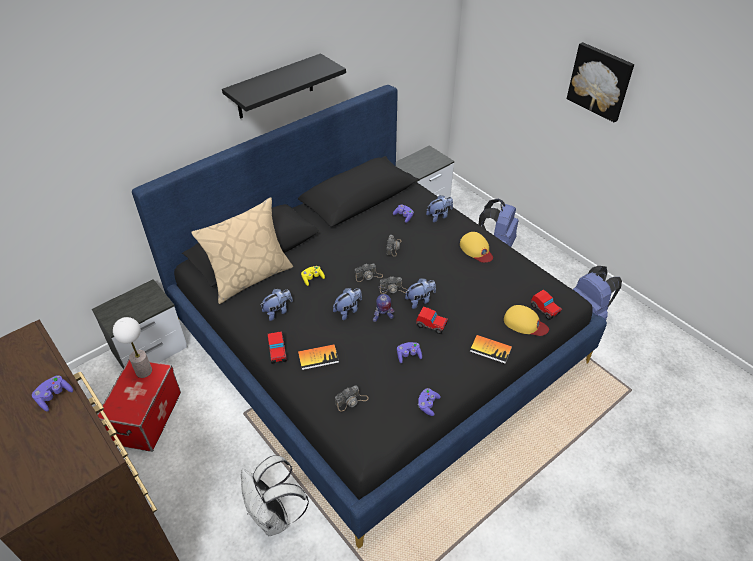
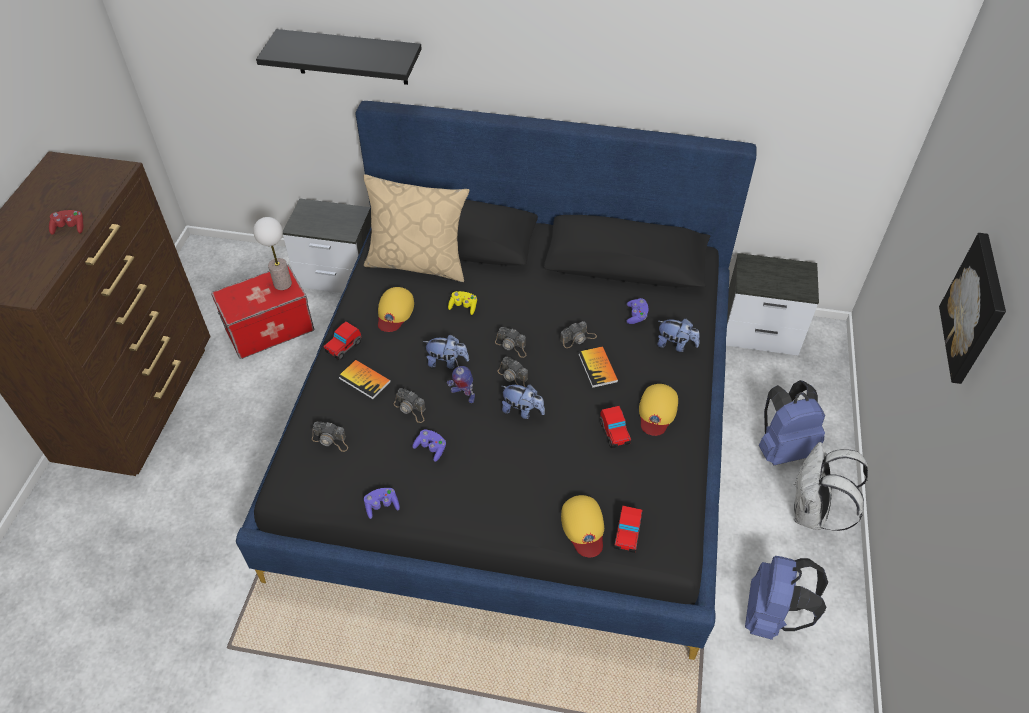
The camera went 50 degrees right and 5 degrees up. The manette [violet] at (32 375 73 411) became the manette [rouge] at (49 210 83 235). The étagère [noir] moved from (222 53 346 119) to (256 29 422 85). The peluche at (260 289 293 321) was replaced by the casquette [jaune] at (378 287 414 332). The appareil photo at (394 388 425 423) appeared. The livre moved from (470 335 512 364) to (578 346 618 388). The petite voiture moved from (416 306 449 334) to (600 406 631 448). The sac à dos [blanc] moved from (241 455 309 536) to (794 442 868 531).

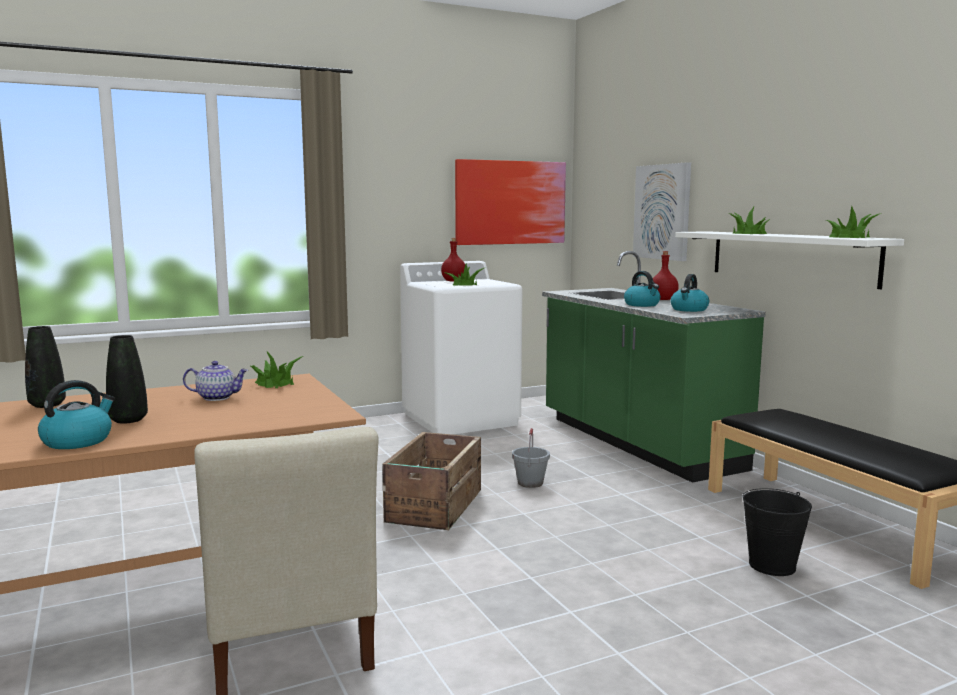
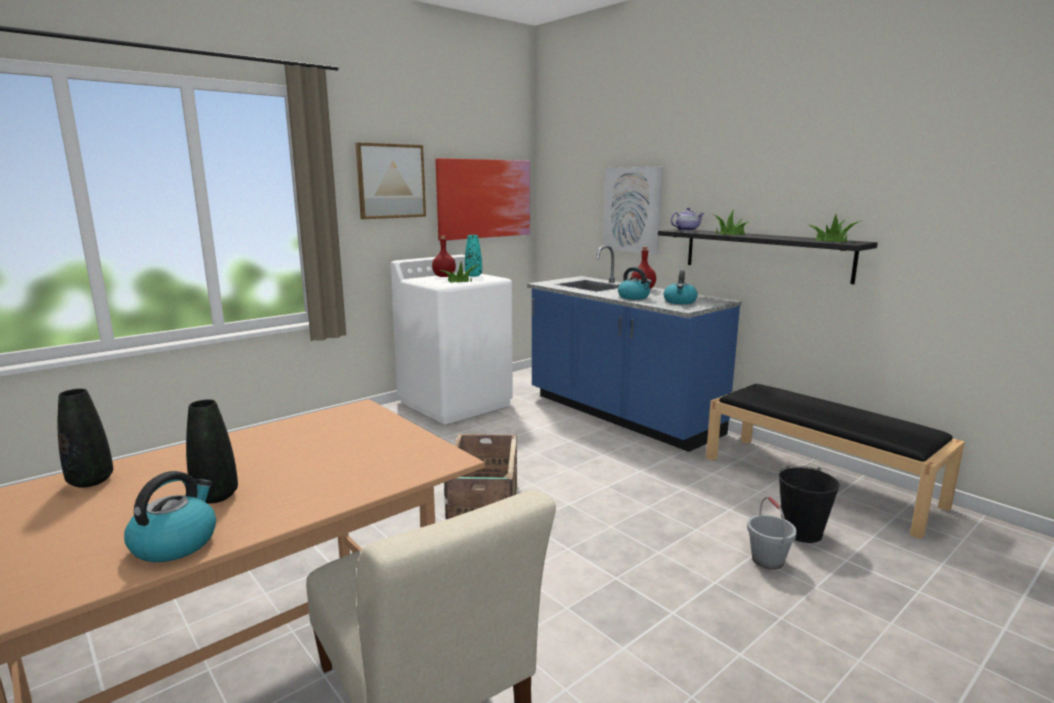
The camera went 15 degrees left and 5 degrees up. The tableau at (355 143 426 219) appeared. The vase [turquoise] at (465 235 482 277) appeared. The comptoir de cuisine [vert] at (542 251 766 483) became the comptoir de cuisine [bleu] at (527 245 742 452). The étagère [blanc] at (675 231 904 289) became the étagère [noir] at (658 229 878 284). The théière moved from (183 361 248 401) to (671 207 705 231). The seau [gris] moved from (512 428 550 488) to (747 497 797 570). The plante en pot at (249 352 303 388) disappeared.

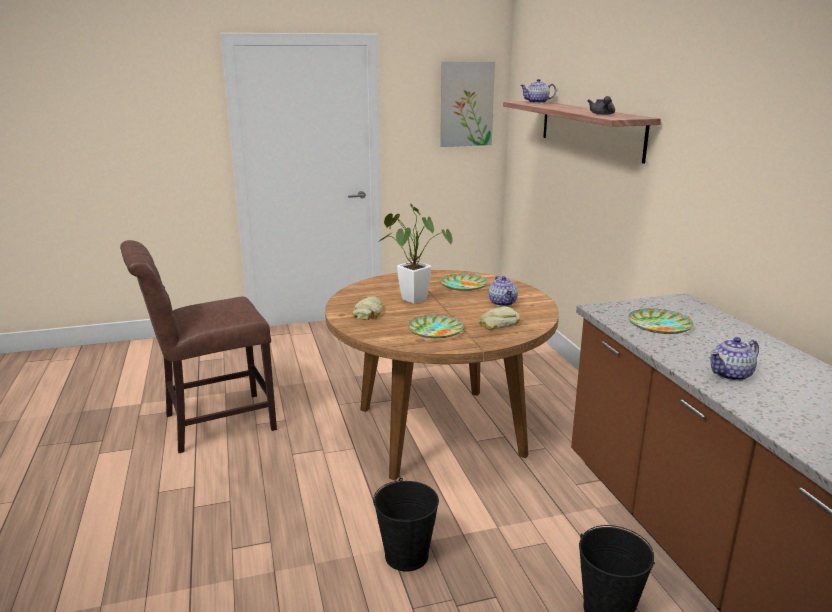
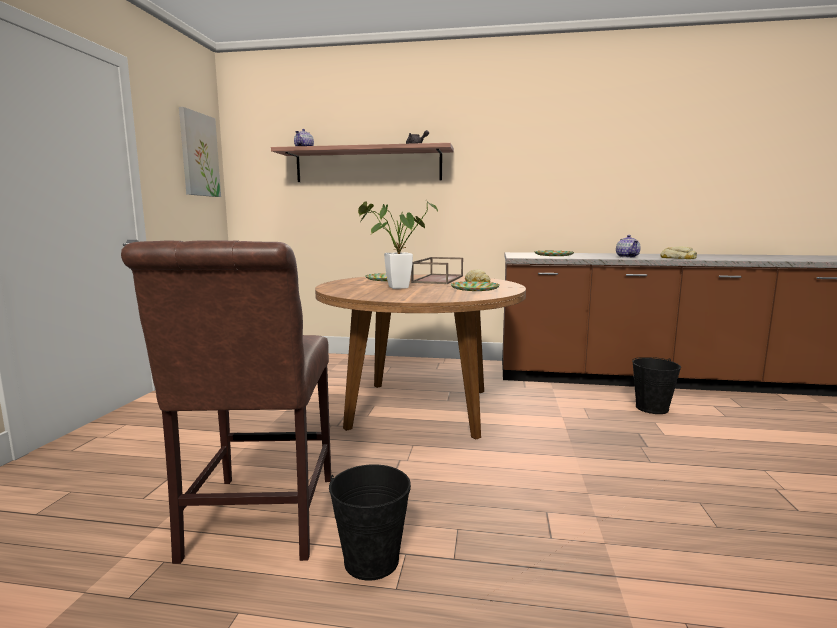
The camera went 65 degrees left and 10 degrees down. The seau [noir] moved from (373 478 439 571) to (329 464 411 581). The théière at (488 276 518 307) was replaced by the plateau [marron] at (411 257 463 284). The pain moved from (352 296 383 320) to (660 246 697 259).

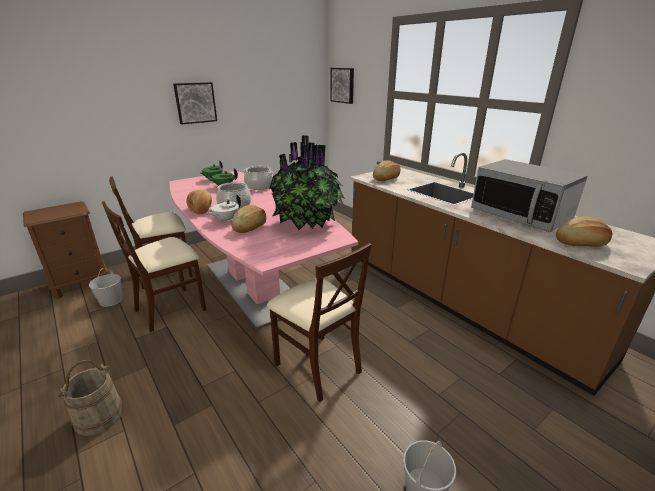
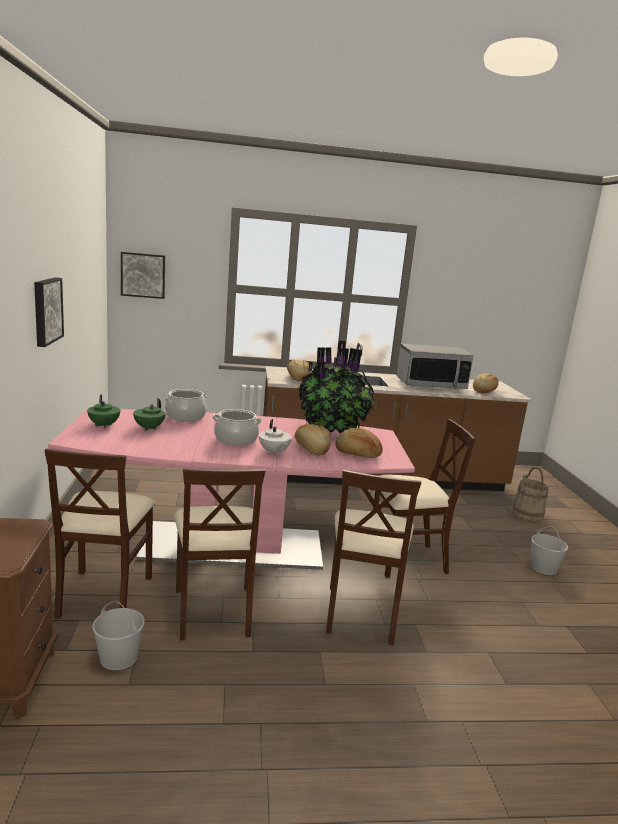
The camera went 60 degrees left and 10 degrees down. The chaise [beige] at (326 470 421 645) appeared. The pain moved from (186 189 212 214) to (335 428 383 458). The seau [beige] moved from (57 360 123 436) to (512 467 549 521).

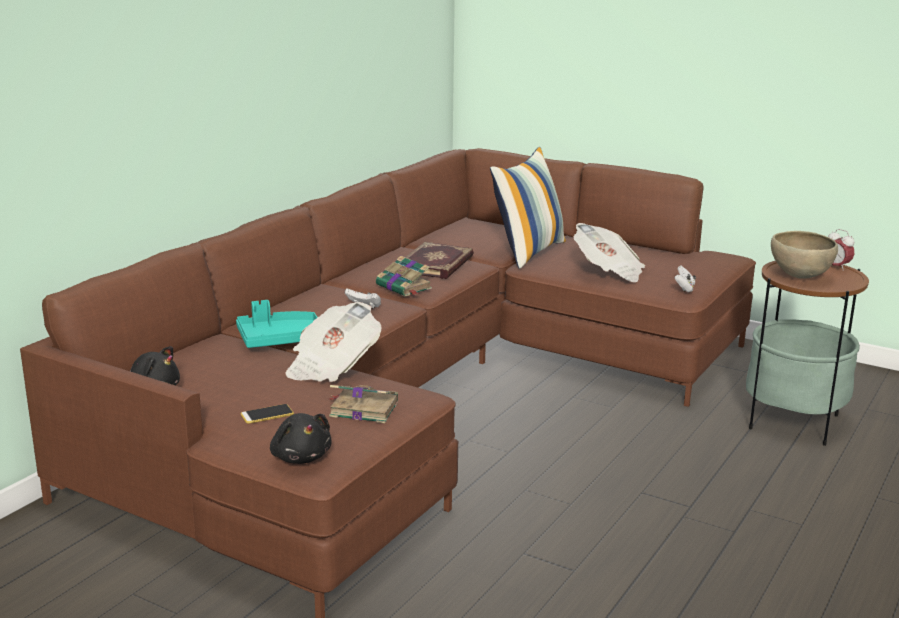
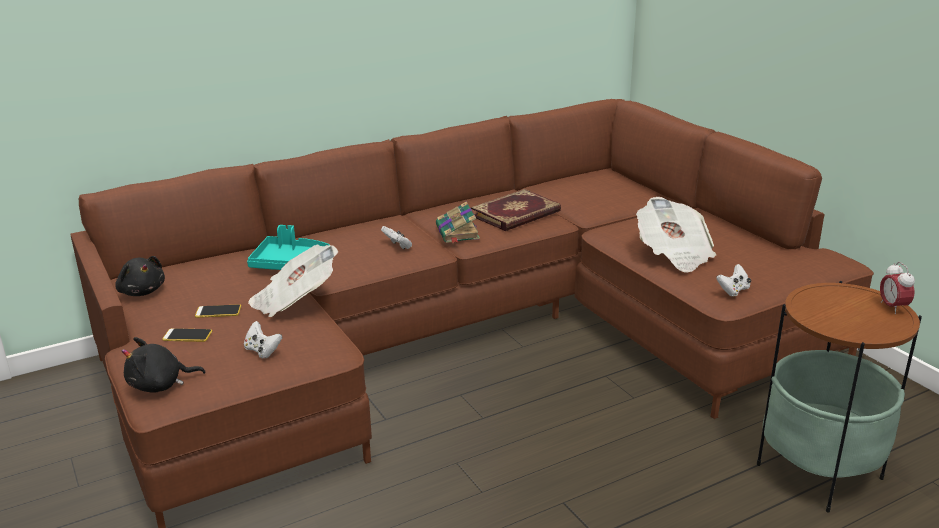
The camera went 30 degrees right and 5 degrees up. The peluche [noir] at (270 413 332 464) turned 75 degrees clockwise. The téléphone at (195 304 241 318) appeared. The livre at (329 385 398 423) was replaced by the manette [blanc] at (244 321 282 358). The coussin at (490 147 566 269) disappeared. The bol [marron] at (771 231 838 279) disappeared.

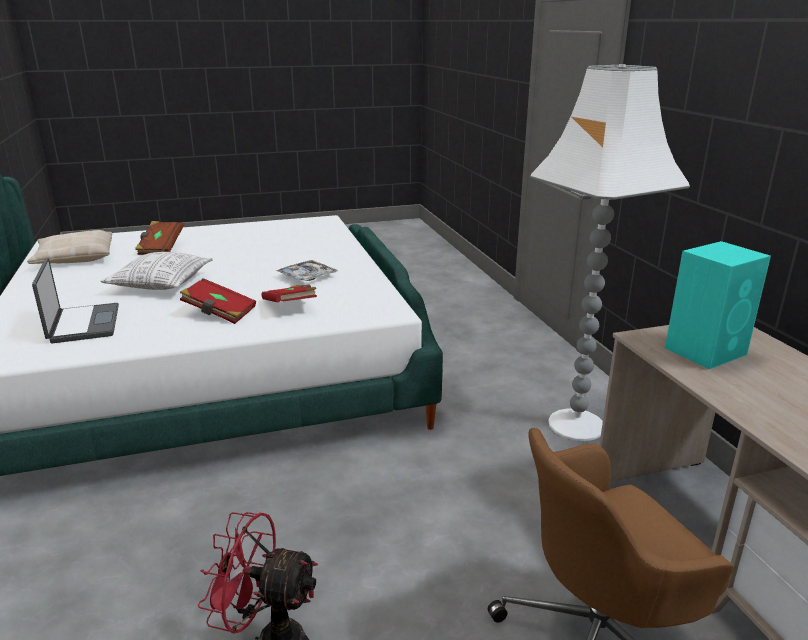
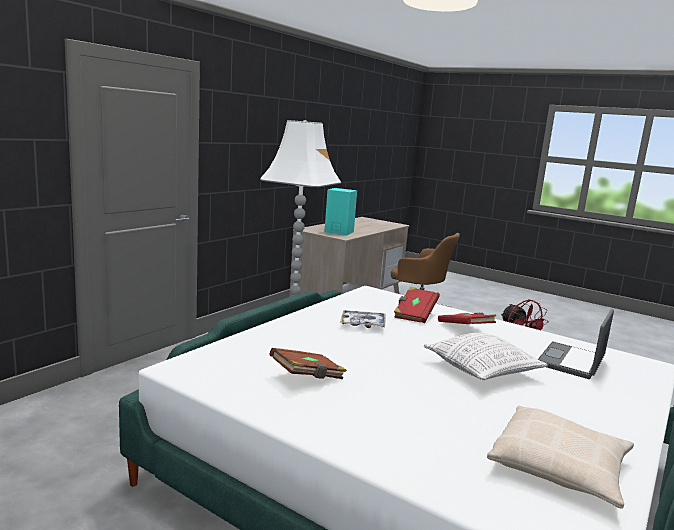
The camera went 130 degrees left and 10 degrees down. The livre [marron] moved from (135 221 184 255) to (270 348 347 379).

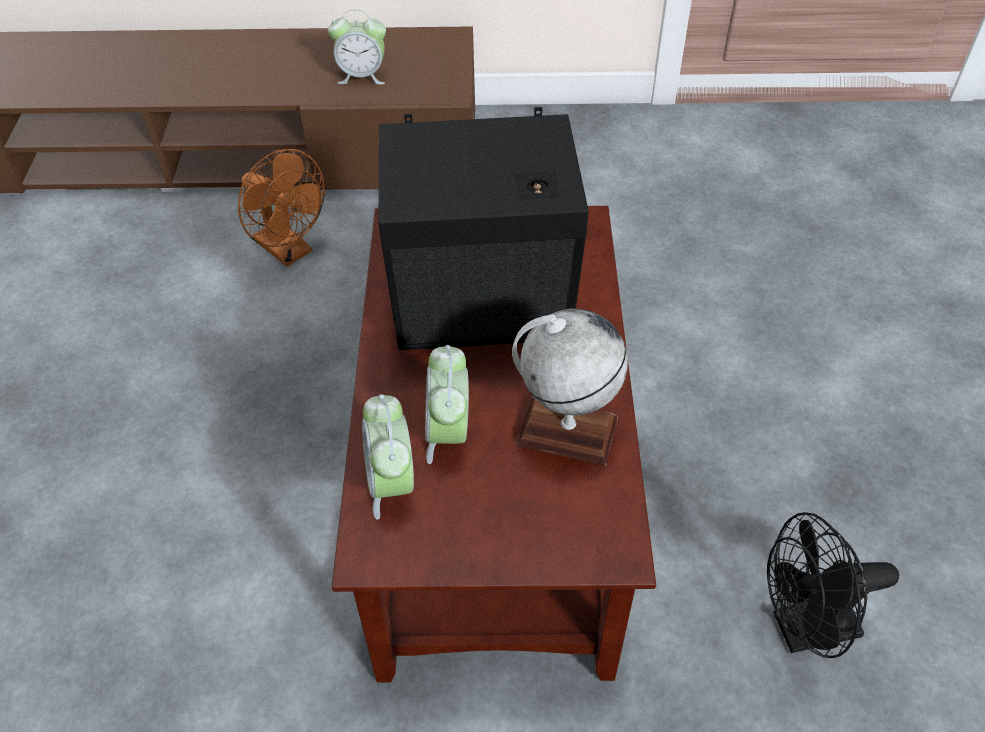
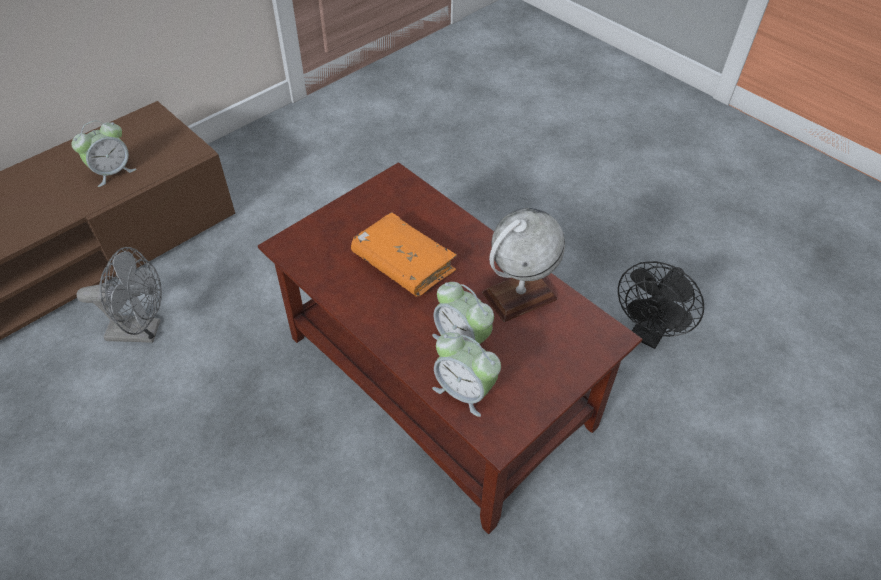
The camera went 45 degrees left and 0 degrees up. The ventilateur [orange] at (238 149 325 267) became the ventilateur [gris] at (76 247 162 343). The enceinte [noir] at (379 107 589 351) was replaced by the livre [orange] at (351 212 457 296).

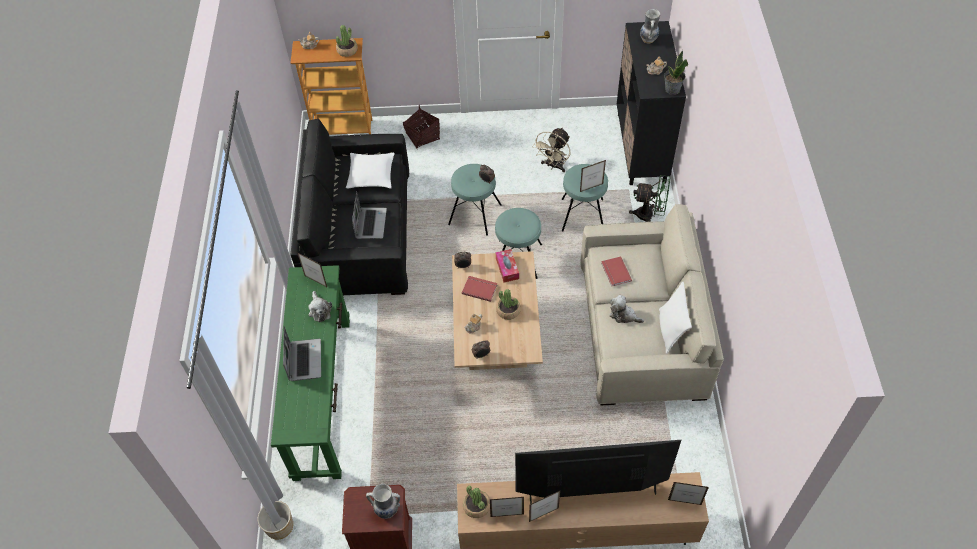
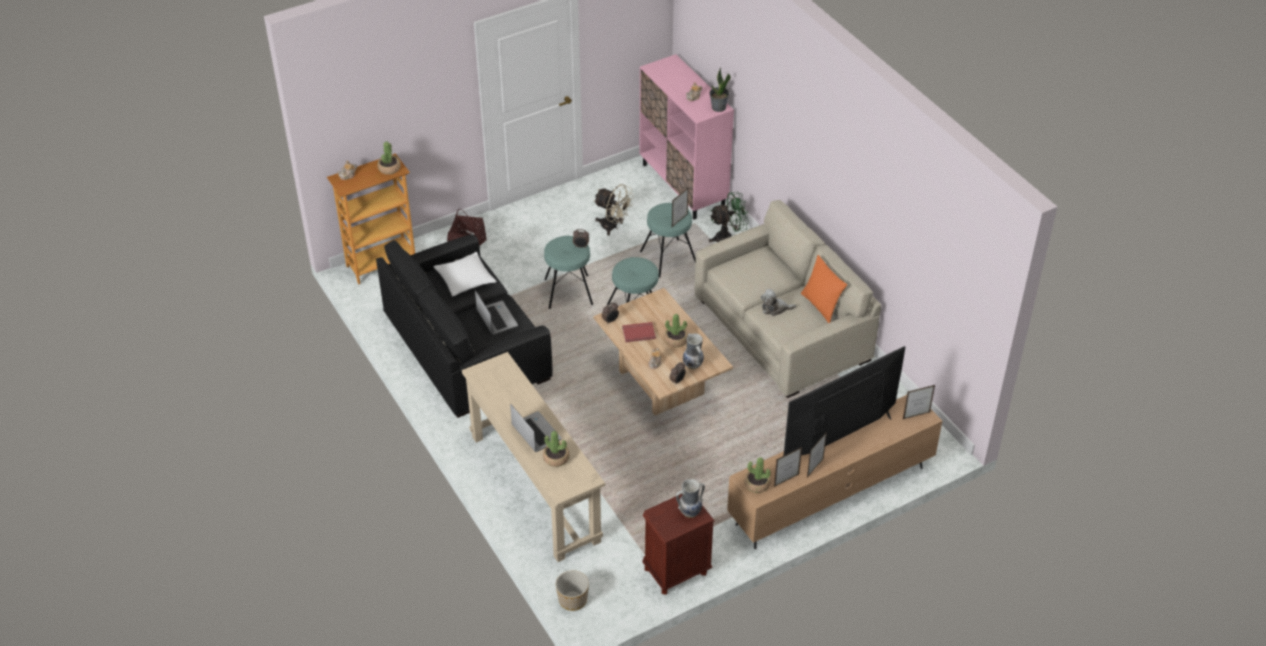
The camera went 30 degrees left and 10 degrees down. The table console [vert] at (271 265 350 481) became the table console [beige] at (462 352 605 562). The plante en pot at (543 431 570 467) appeared. The ventilateur [beige] at (532 127 571 172) turned 60 degrees counterclockwise. The meuble de rangement [noir] at (617 21 686 185) became the meuble de rangement [rose] at (640 54 734 219). The vase moved from (640 9 660 43) to (683 333 704 370). The coussin [blanc] at (659 282 692 354) became the coussin [orange] at (801 255 847 323). The cadre photo at (297 252 327 287) disappeared. The peluche at (308 291 332 322) disappeared. The boîte à mouchoirs at (496 249 519 283) disappeared. The livre [rouge] at (601 256 632 286) disappeared.

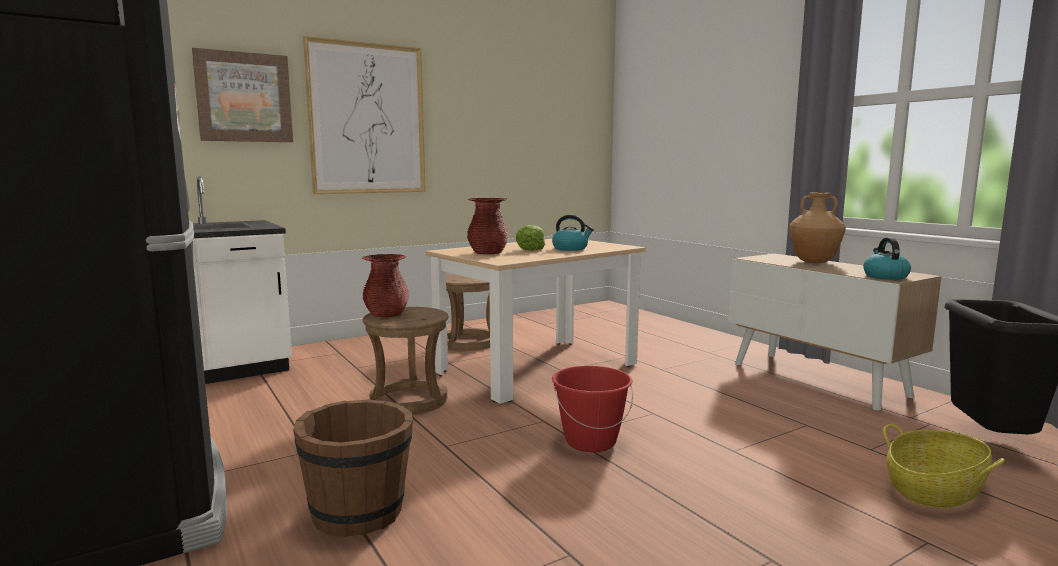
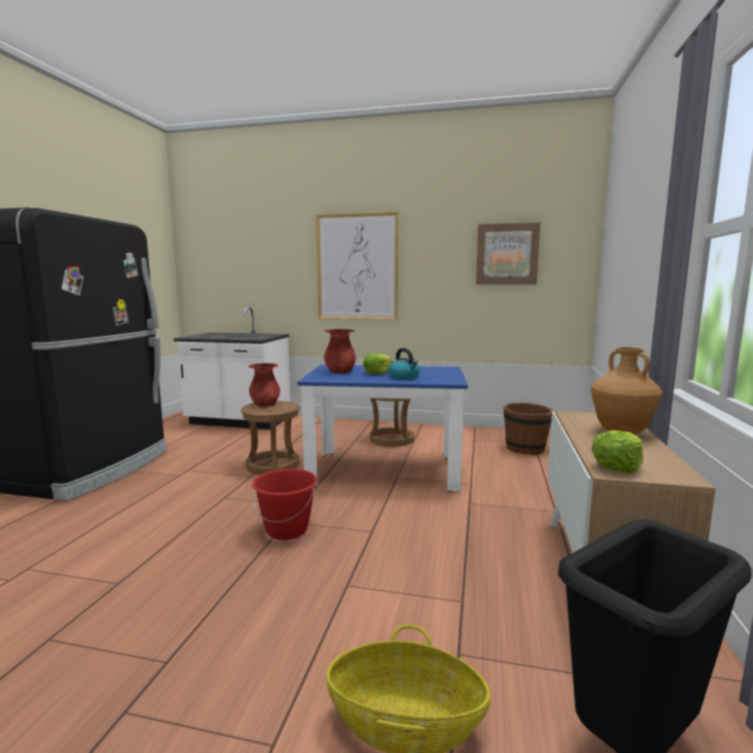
The camera went 45 degrees right and 0 degrees up. The table à manger [beige] at (425 239 646 404) became the table à manger [bleu] at (297 365 468 492). The tableau moved from (192 48 293 142) to (476 223 540 285). The seau [marron] moved from (293 399 413 537) to (504 403 553 455). The bouilloire at (863 237 911 280) was replaced by the laitue at (591 430 643 473).

